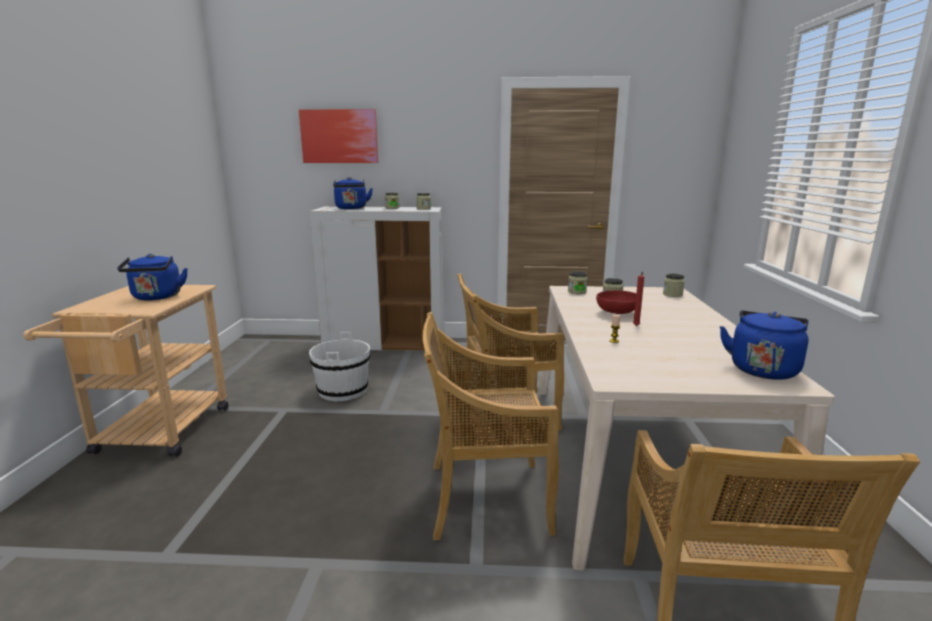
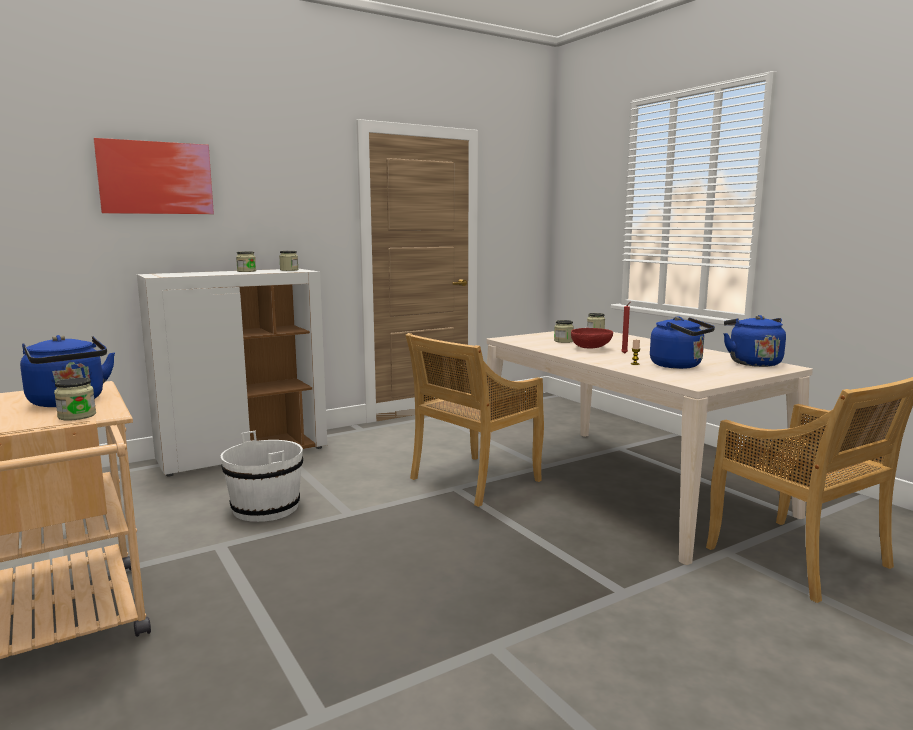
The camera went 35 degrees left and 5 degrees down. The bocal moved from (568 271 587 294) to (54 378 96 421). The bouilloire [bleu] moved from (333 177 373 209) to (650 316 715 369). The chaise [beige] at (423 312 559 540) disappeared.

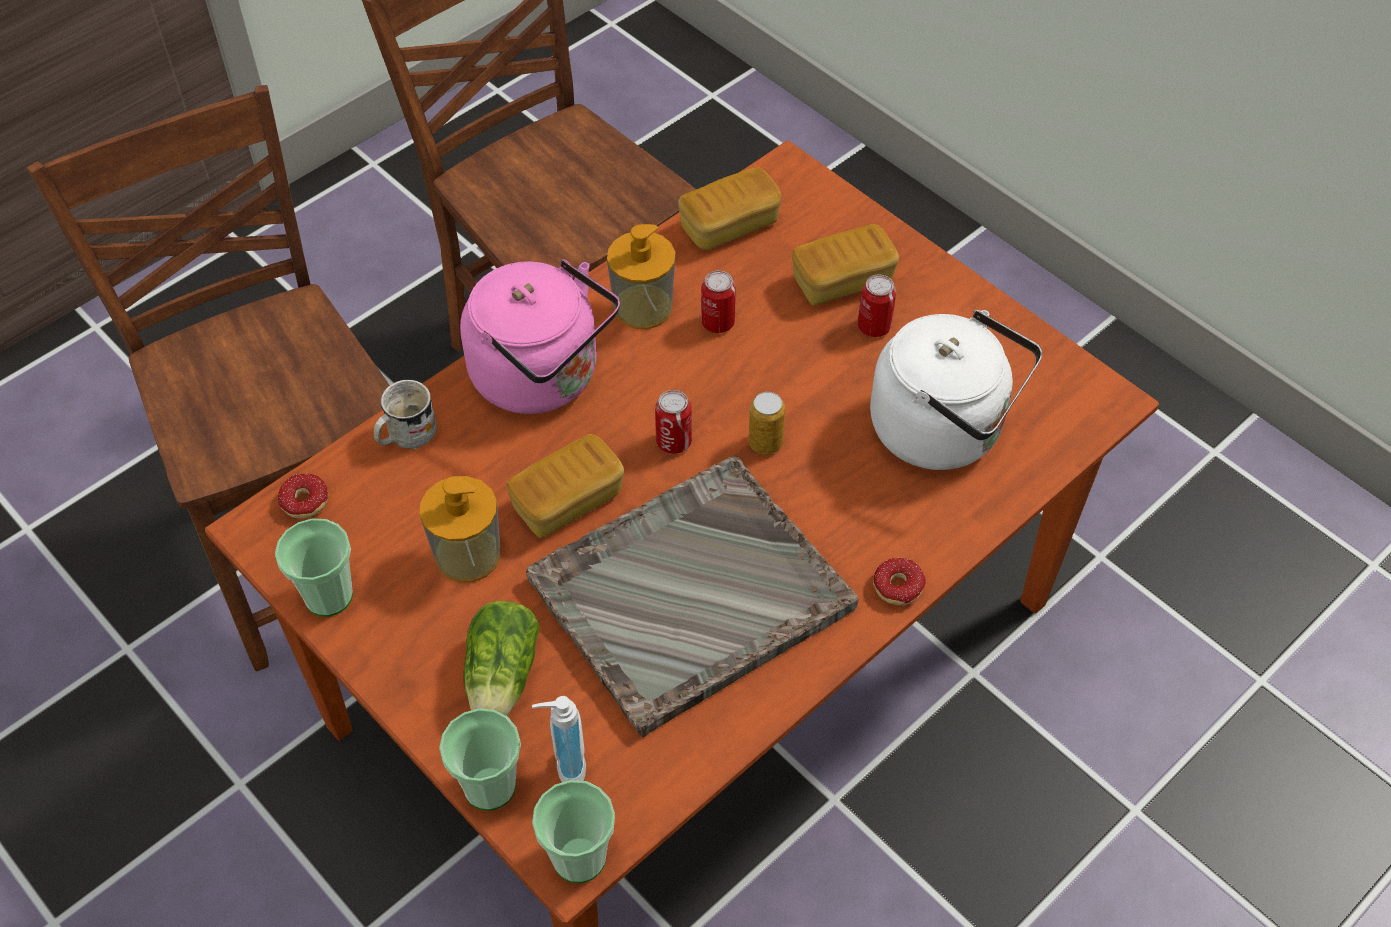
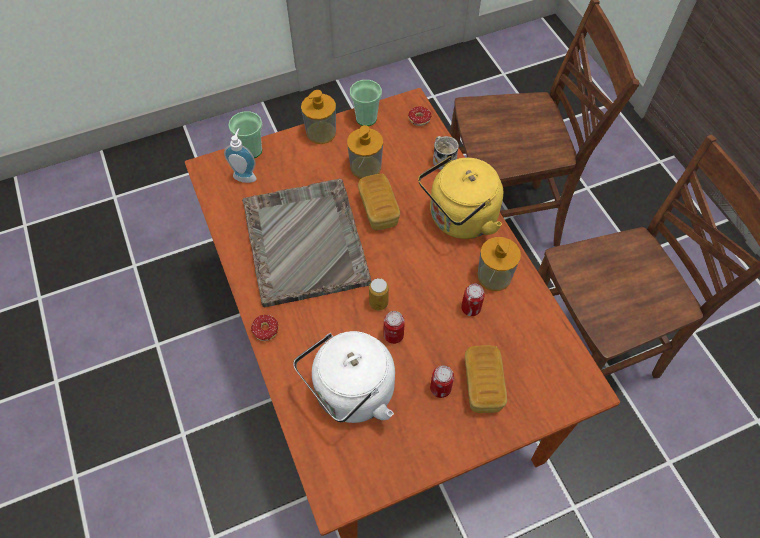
The camera went 110 degrees right and 5 degrees up. The distributeur de savon at (301 90 336 144) appeared. The boîte métallique moved from (655 390 692 454) to (384 311 405 344). The bouilloire [rose] at (460 259 620 414) became the bouilloire [jaune] at (418 156 503 239). The laitue at (464 601 540 716) disappeared. The tasse at (532 780 615 883) disappeared. The pain at (678 167 781 250) disappeared.

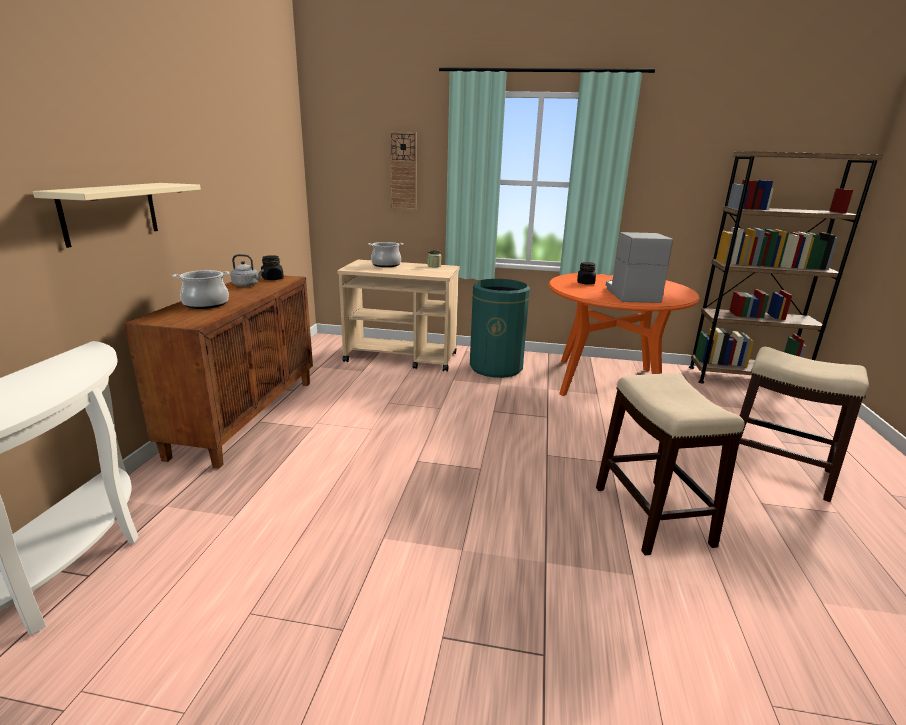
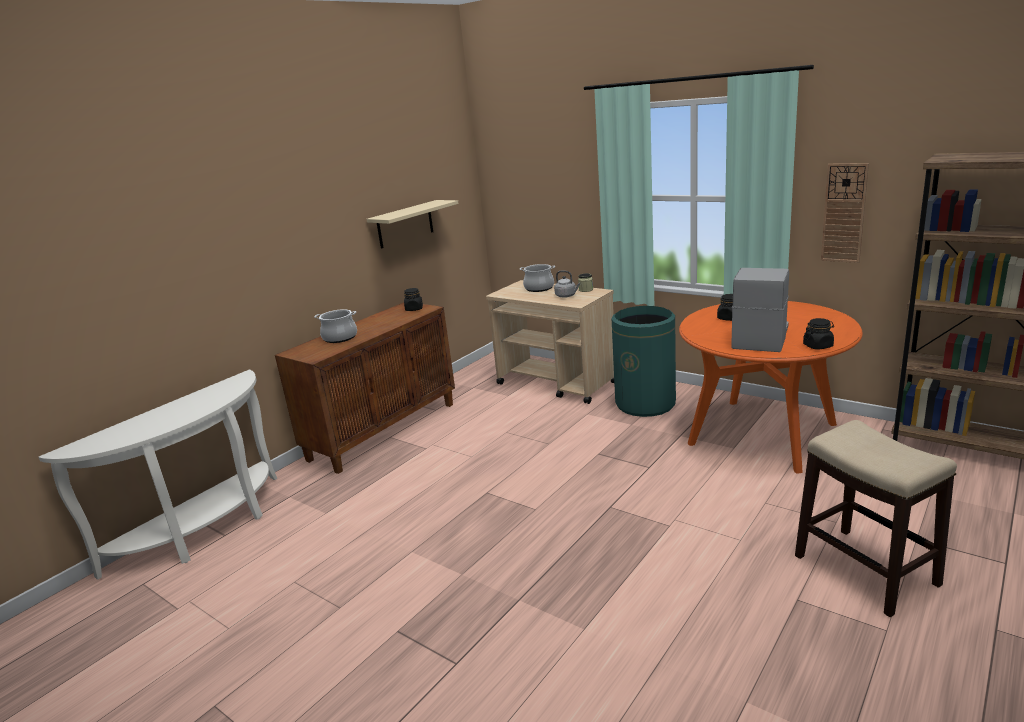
The camera went 30 degrees right and 0 degrees up. The étagère [beige] moved from (33 183 201 248) to (366 200 459 249). The bouilloire [gris] moved from (231 254 264 287) to (554 271 580 298). The bocal [noir] at (803 318 834 350) appeared. The horloge murale moved from (389 132 417 210) to (821 163 869 263). The tabouret at (596 373 745 555) disappeared.

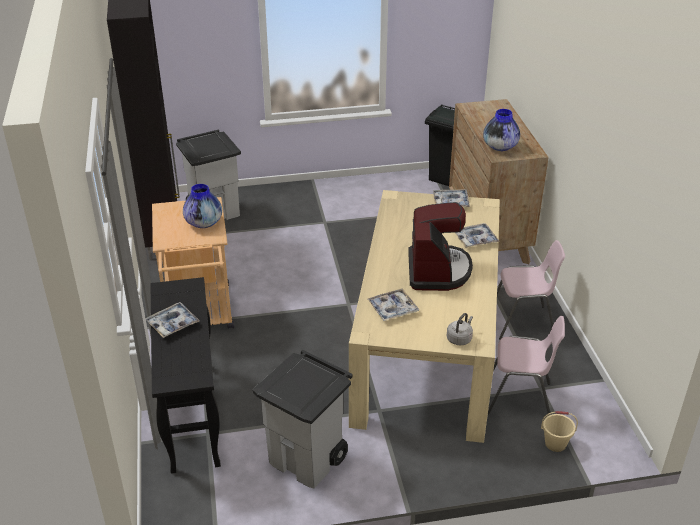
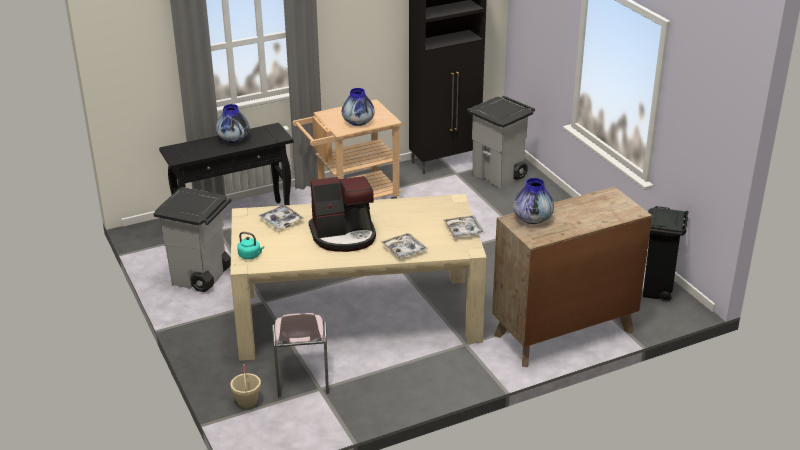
The camera went 75 degrees right and 5 degrees down. The plateau at (145 302 199 338) was replaced by the vase at (216 104 250 143). The bouilloire [gris] at (447 313 473 345) became the bouilloire [turquoise] at (237 232 264 259). The chaise [rose] at (497 240 565 339) disappeared.

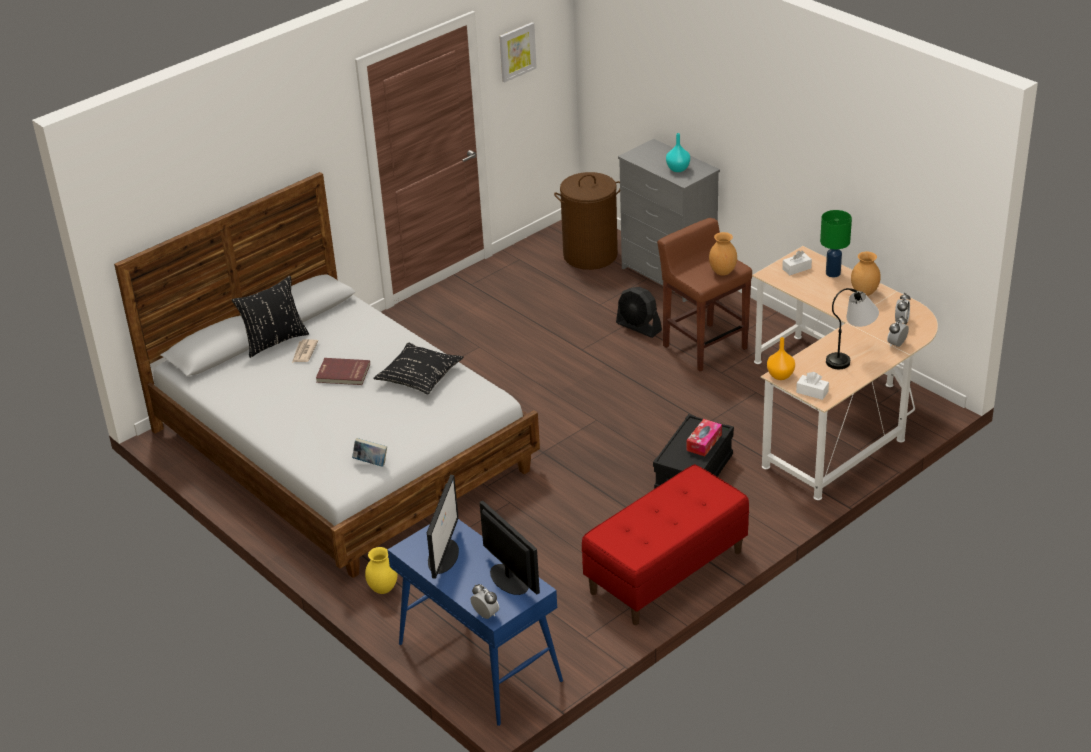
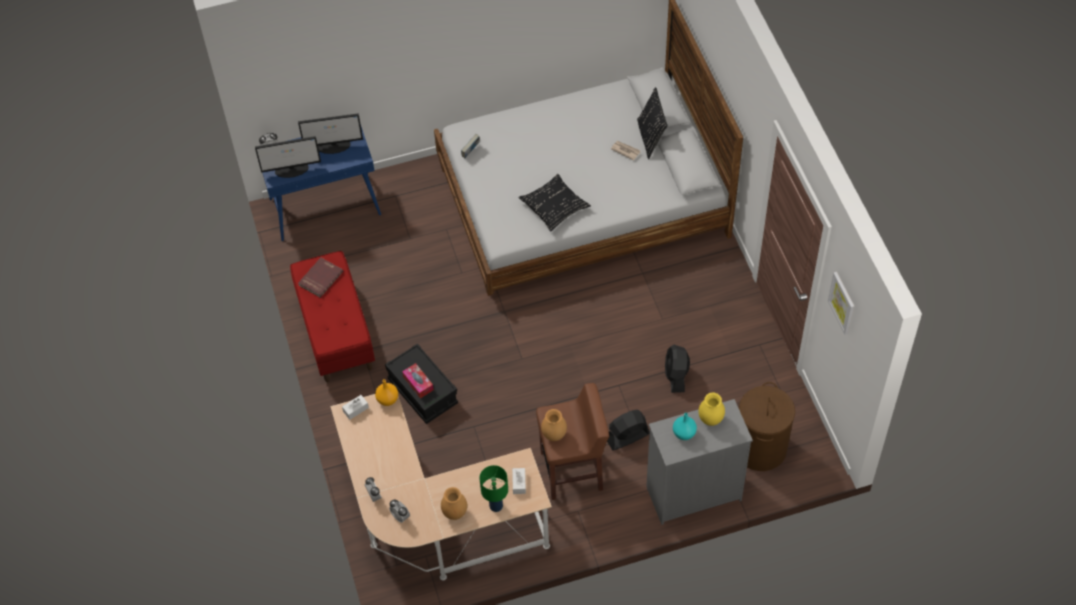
The camera went 115 degrees right and 20 degrees up. The écran d'ordinateur at (427 475 459 579) turned 45 degrees counterclockwise. The livre [rouge] moved from (316 358 370 385) to (298 257 343 298). The ventilateur [noir] at (665 345 690 393) appeared. The vase [jaune] moved from (365 547 397 594) to (699 393 725 426). The lampe de table at (826 288 879 369) disappeared.

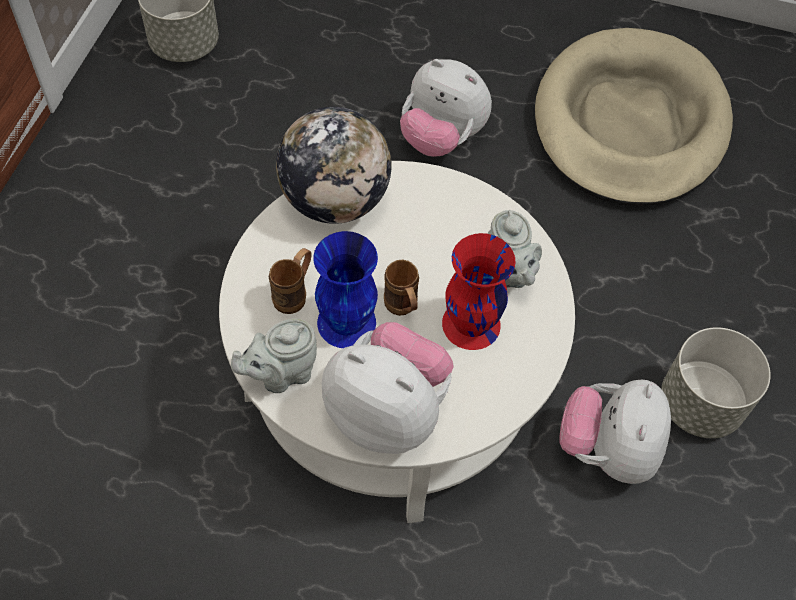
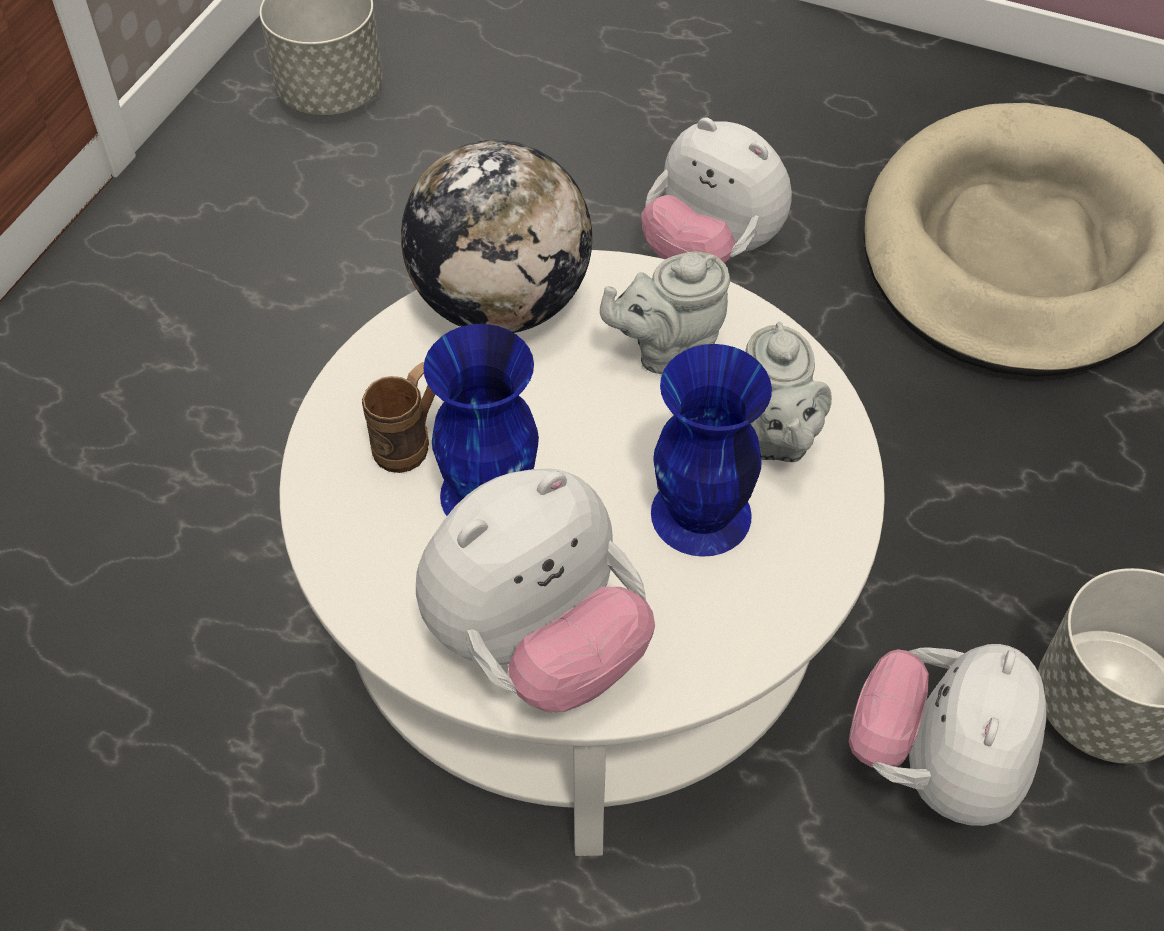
The camera went 10 degrees right and 5 degrees down. The peluche at (322 322 454 454) turned 105 degrees clockwise. The théière [gris] moved from (231 318 317 393) to (600 252 730 374). The vase [rouge] at (442 233 516 350) became the vase [bleu] at (651 344 772 557). The mug [marron] at (384 260 419 316) disappeared.

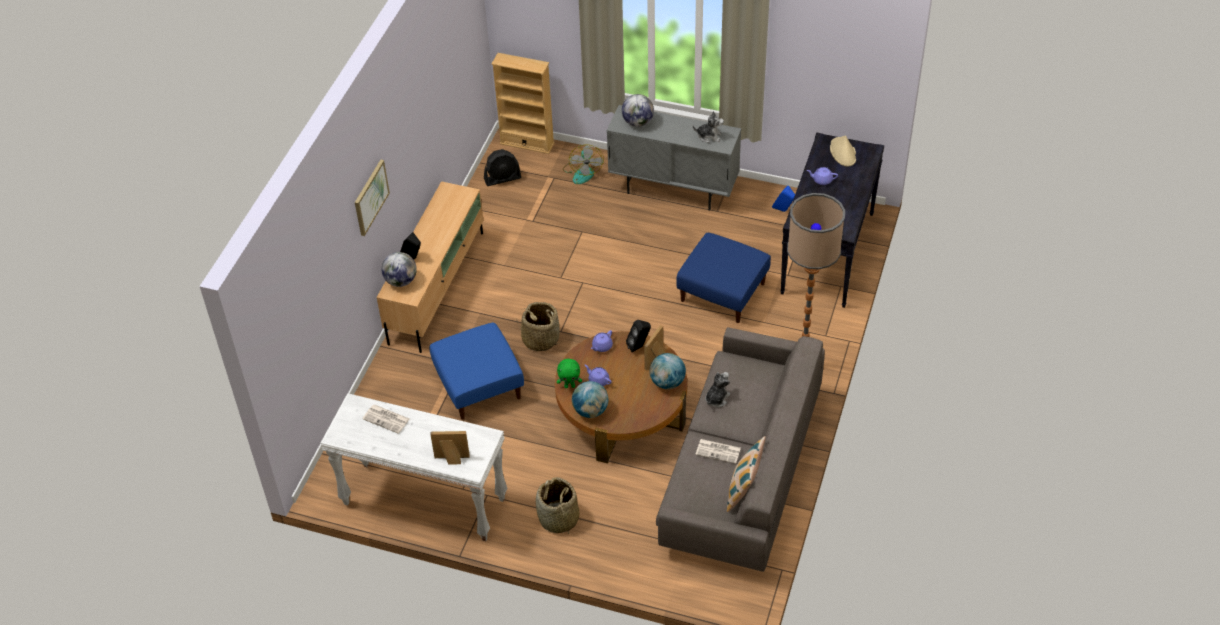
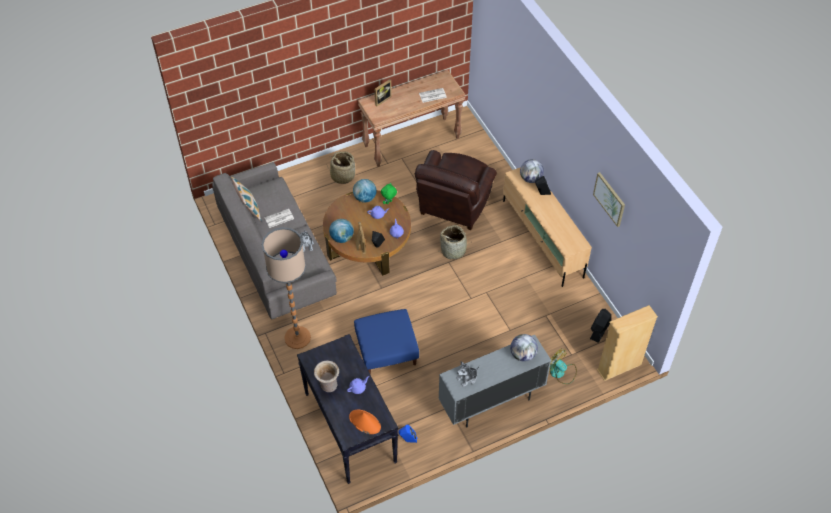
The camera went 135 degrees right and 5 degrees up. The vase [beige] at (314 361 339 392) appeared. The chapeau [beige] at (830 135 856 167) became the chapeau [orange] at (349 410 381 434). The table console [blanc] at (320 393 507 541) became the table console [marron] at (358 70 466 167). The pouf [bleu] at (429 323 524 420) was replaced by the fauteuil [marron] at (414 150 497 230). The tableau moved from (355 159 390 236) to (593 172 625 227).

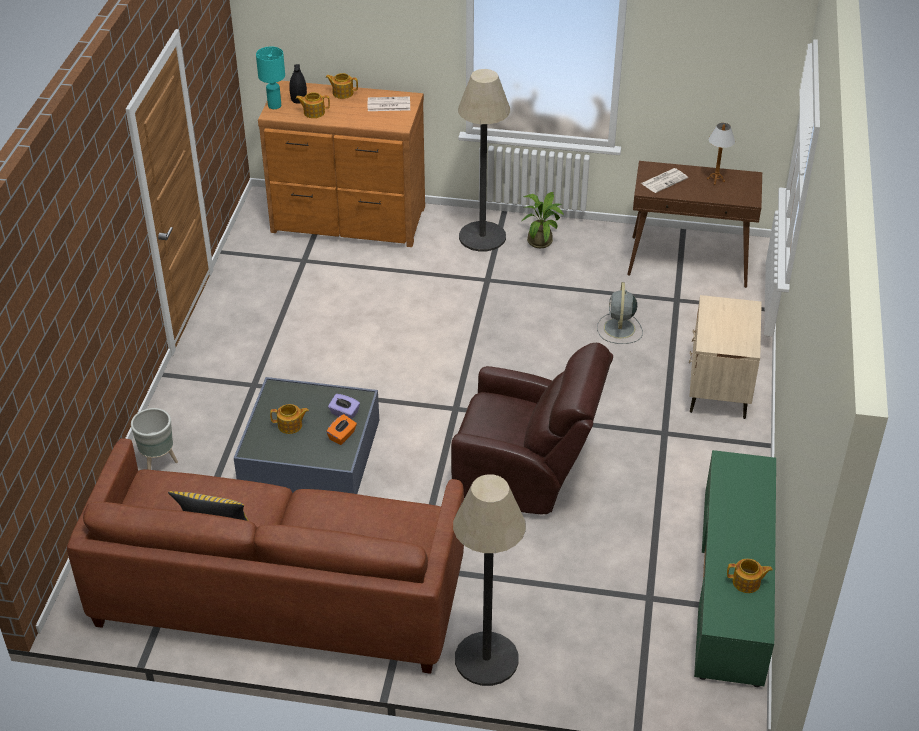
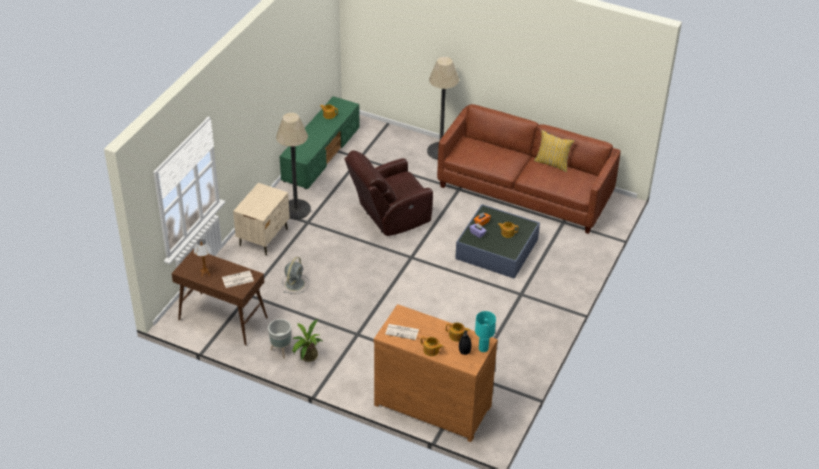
The camera went 165 degrees left and 0 degrees up. The cache-pot [gris] moved from (131 408 178 470) to (268 319 291 359). The lampadaire moved from (458 69 510 251) to (276 113 311 219). The fauteuil [marron] at (451 343 613 514) turned 60 degrees counterclockwise.

